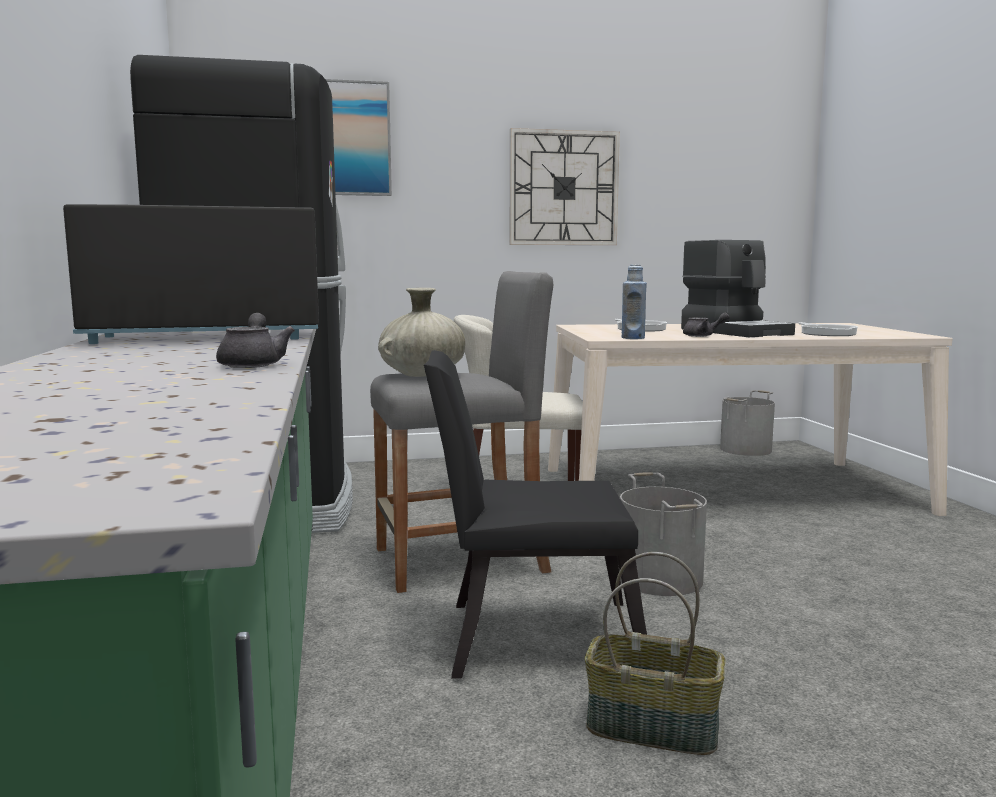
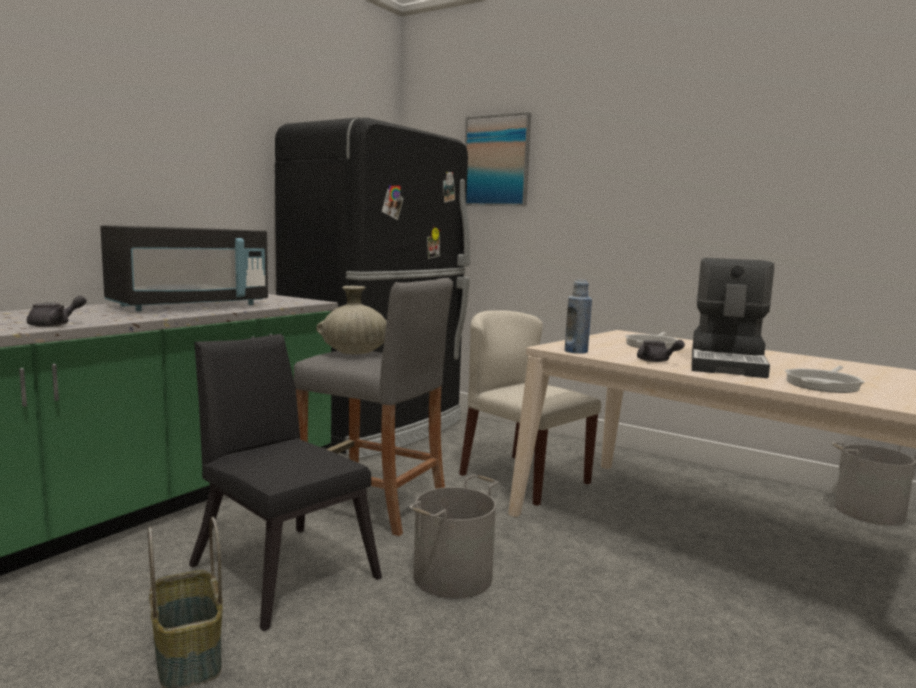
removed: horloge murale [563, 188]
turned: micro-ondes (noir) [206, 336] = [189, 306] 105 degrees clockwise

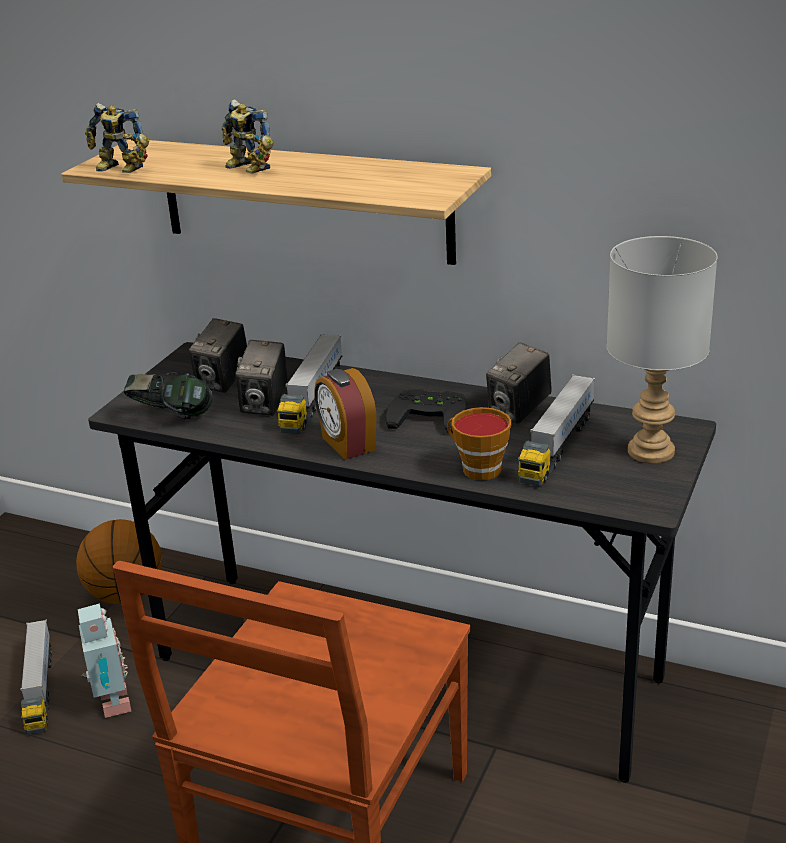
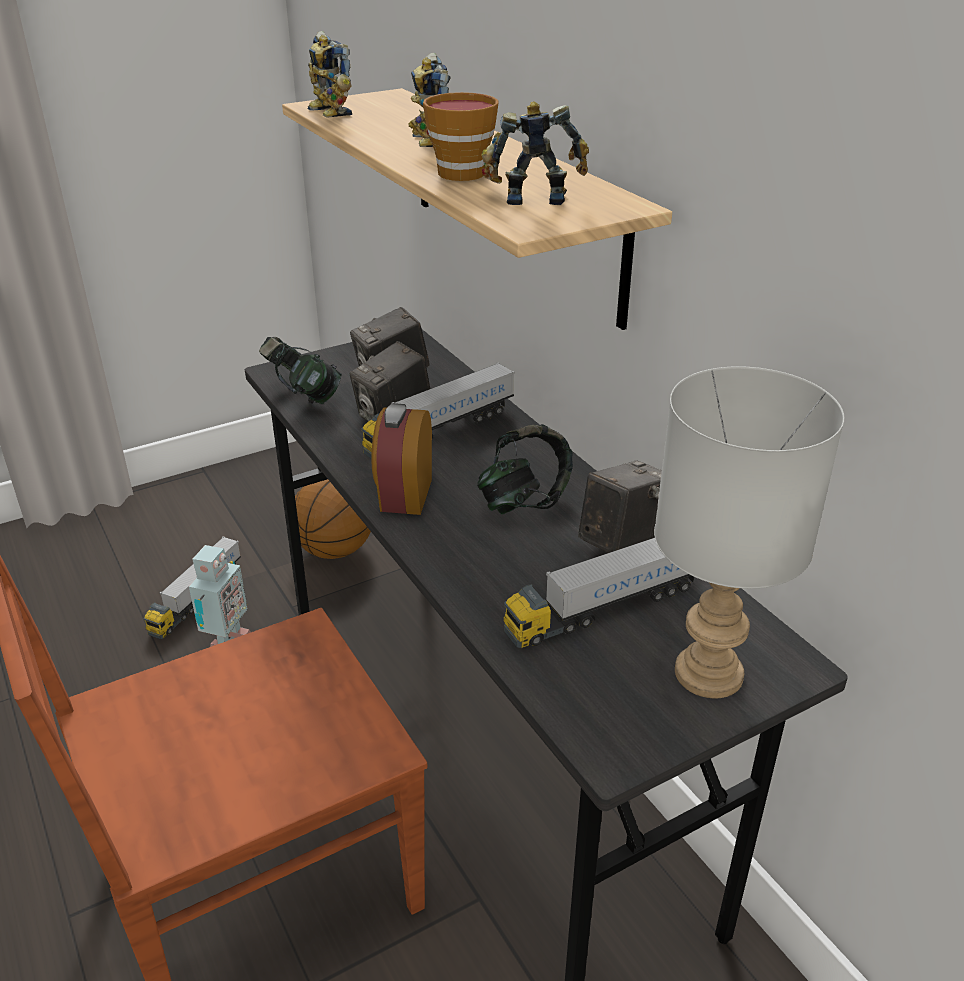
added: robot jouet [533, 197]
moved: tasse [477, 469] to [459, 171]
replaced: manette (noir) [430, 415] to casque audio [524, 501]
turned: appareil photo [519, 411] = [622, 541] 150 degrees clockwise

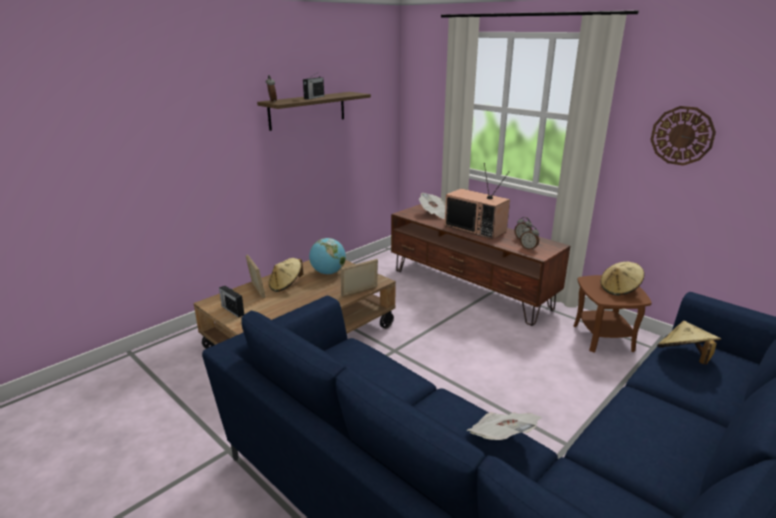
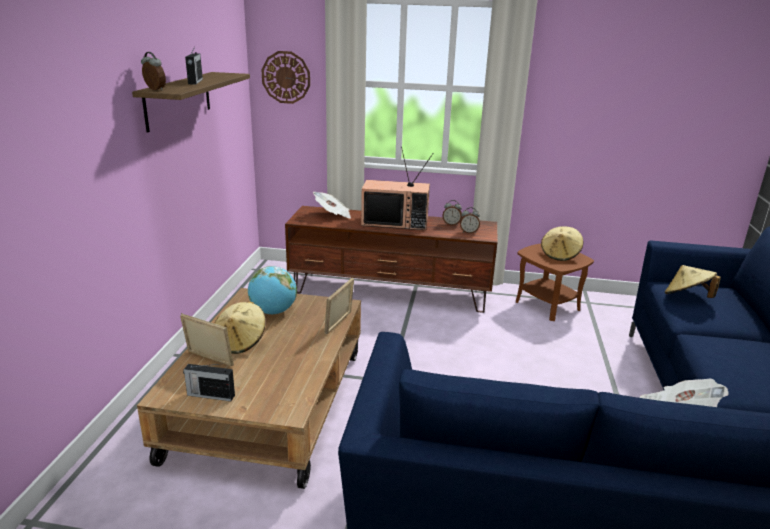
moved: horloge murale [682, 135] to [286, 77]

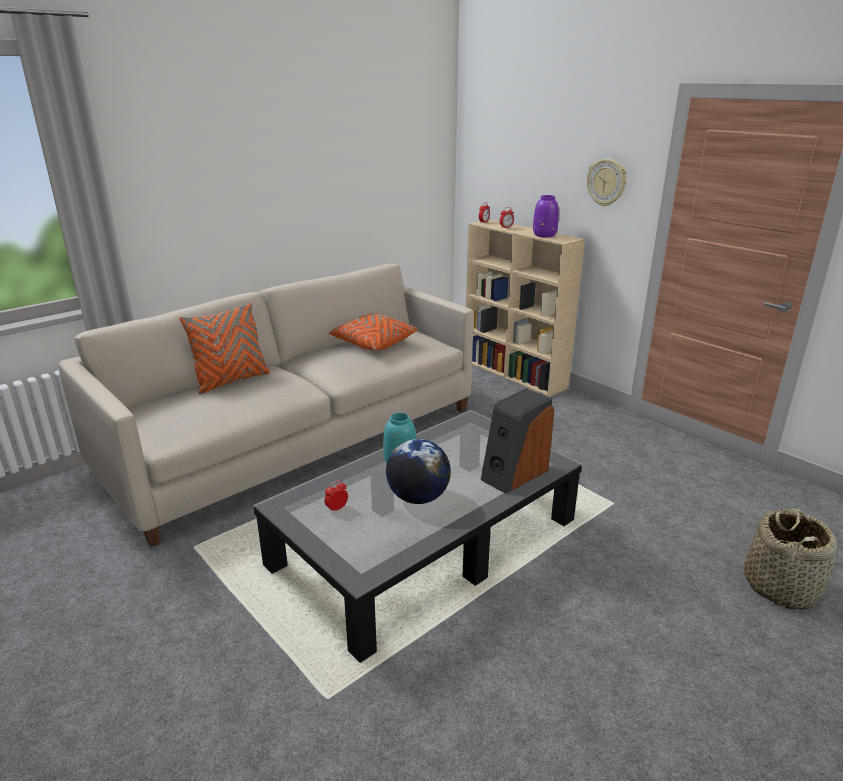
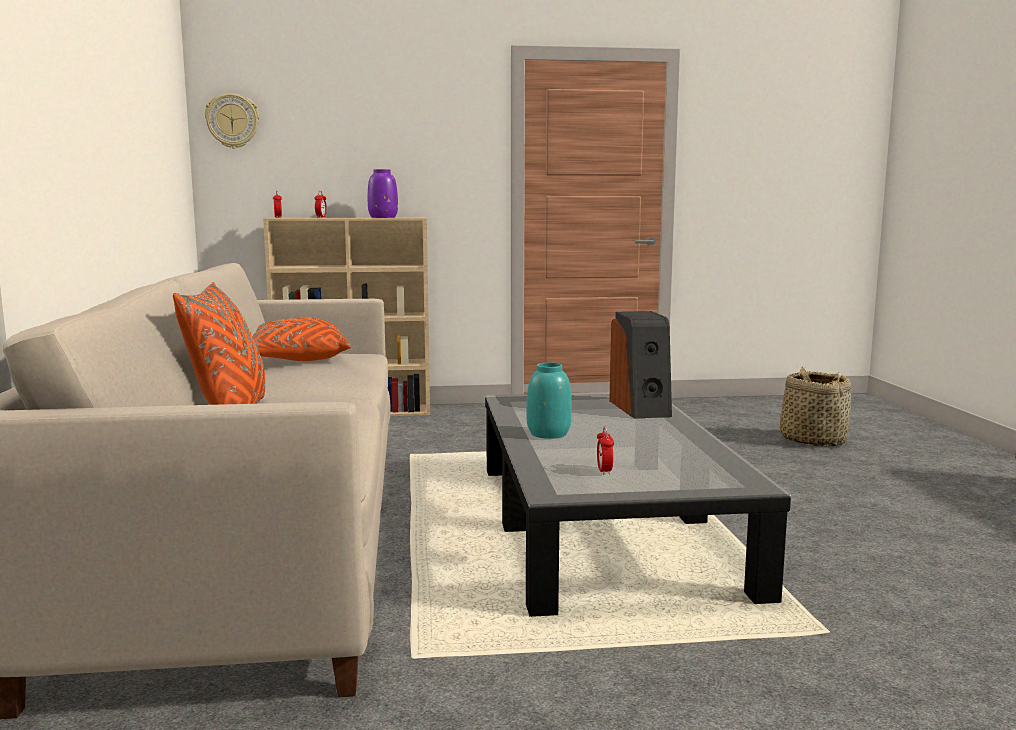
removed: globe [418, 498]
moved: horloge murale [606, 182] to [232, 121]

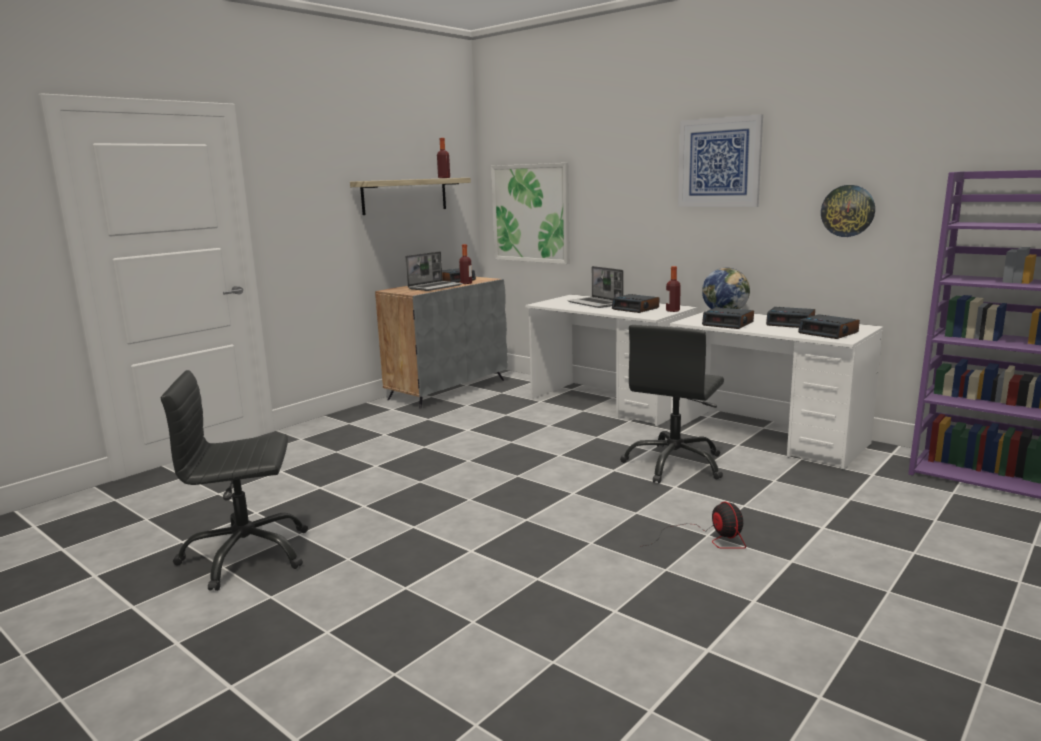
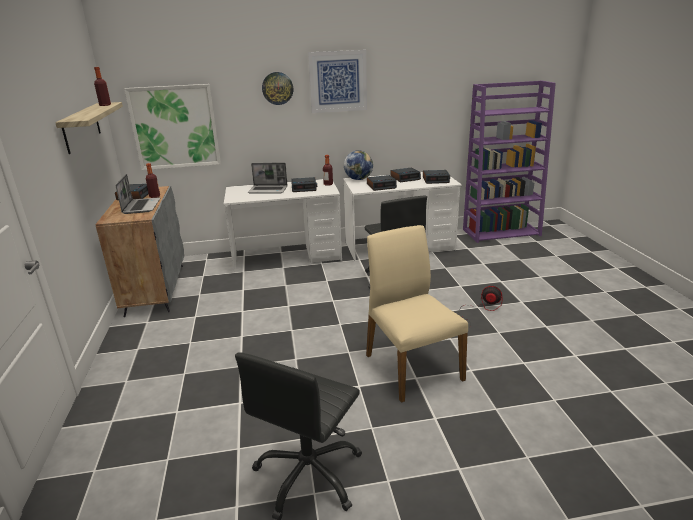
added: chaise (beige) [411, 366]
moved: horloge murale [848, 211] to [277, 88]

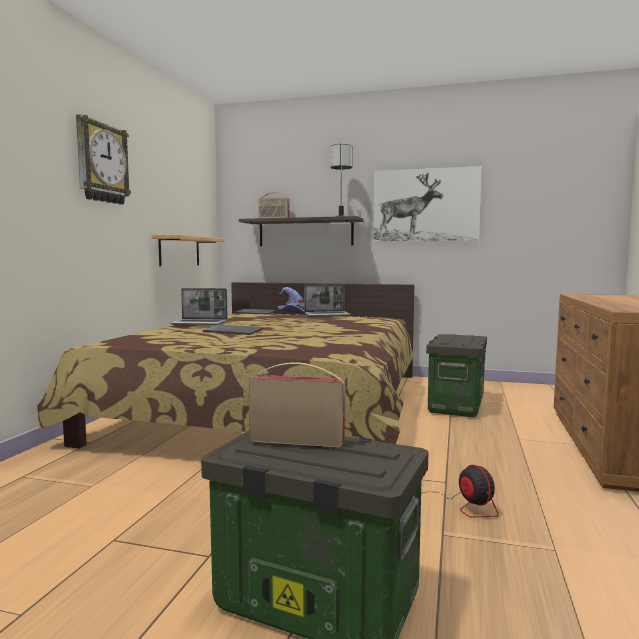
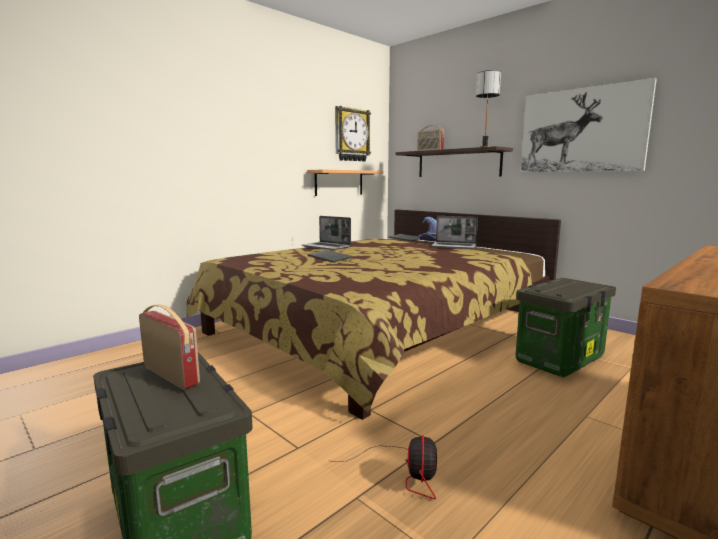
moved: horloge murale [101, 163] to [351, 135]

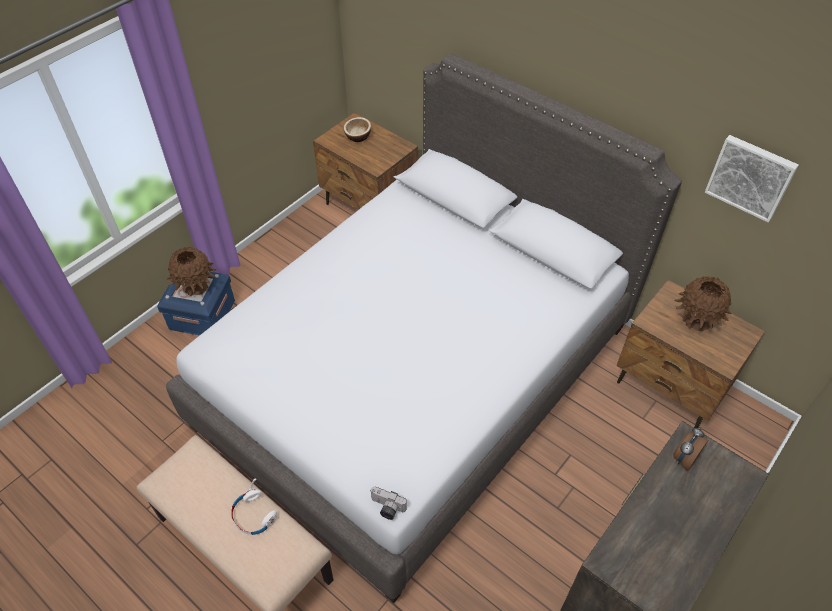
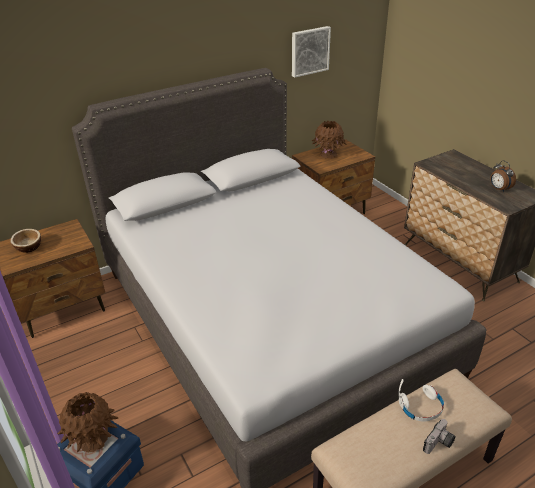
moved: appareil photo [386, 508] to [439, 444]; réveil [684, 458] to [499, 189]

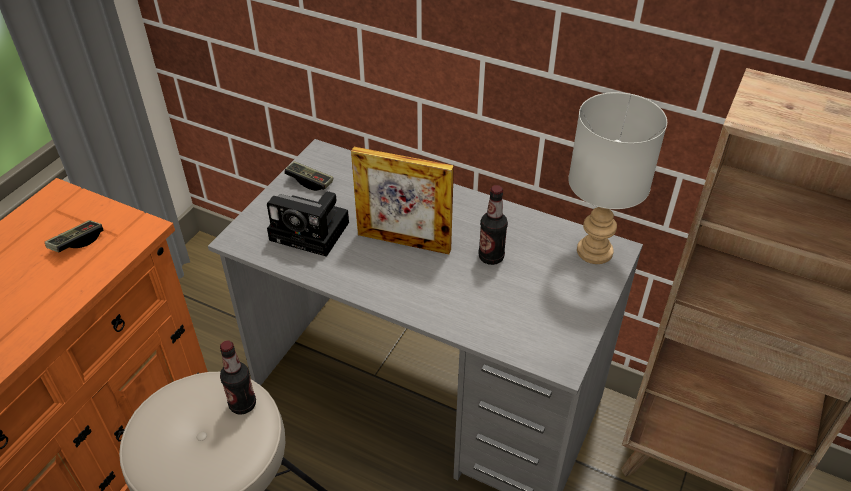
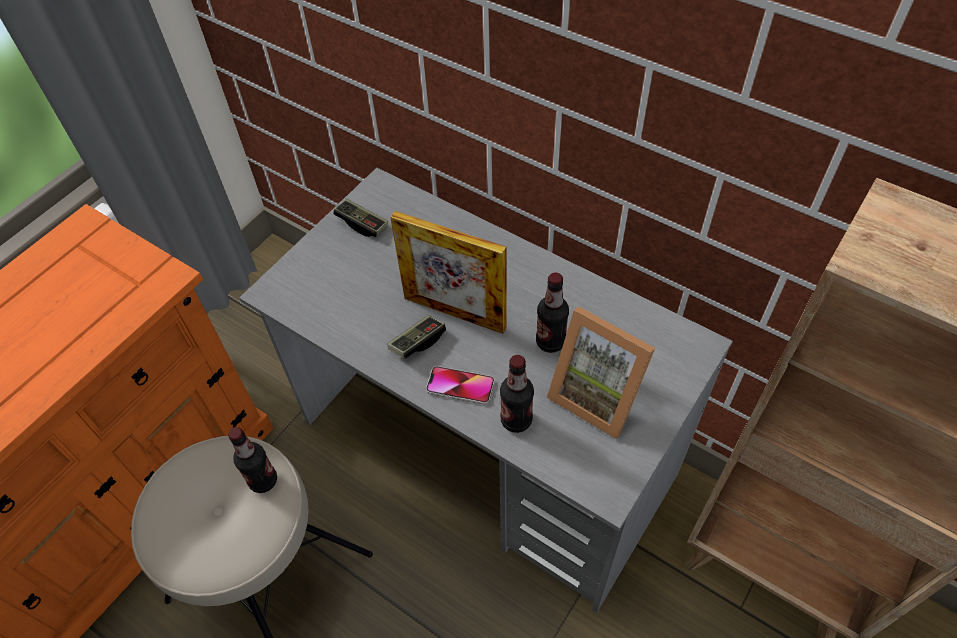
removed: appareil photo [313, 231]; lampe de table (gris) [593, 250]
added: téléphone [460, 386]; bouteille [516, 420]; cadre photo [598, 394]
moved: manette [77, 243] to [417, 342]

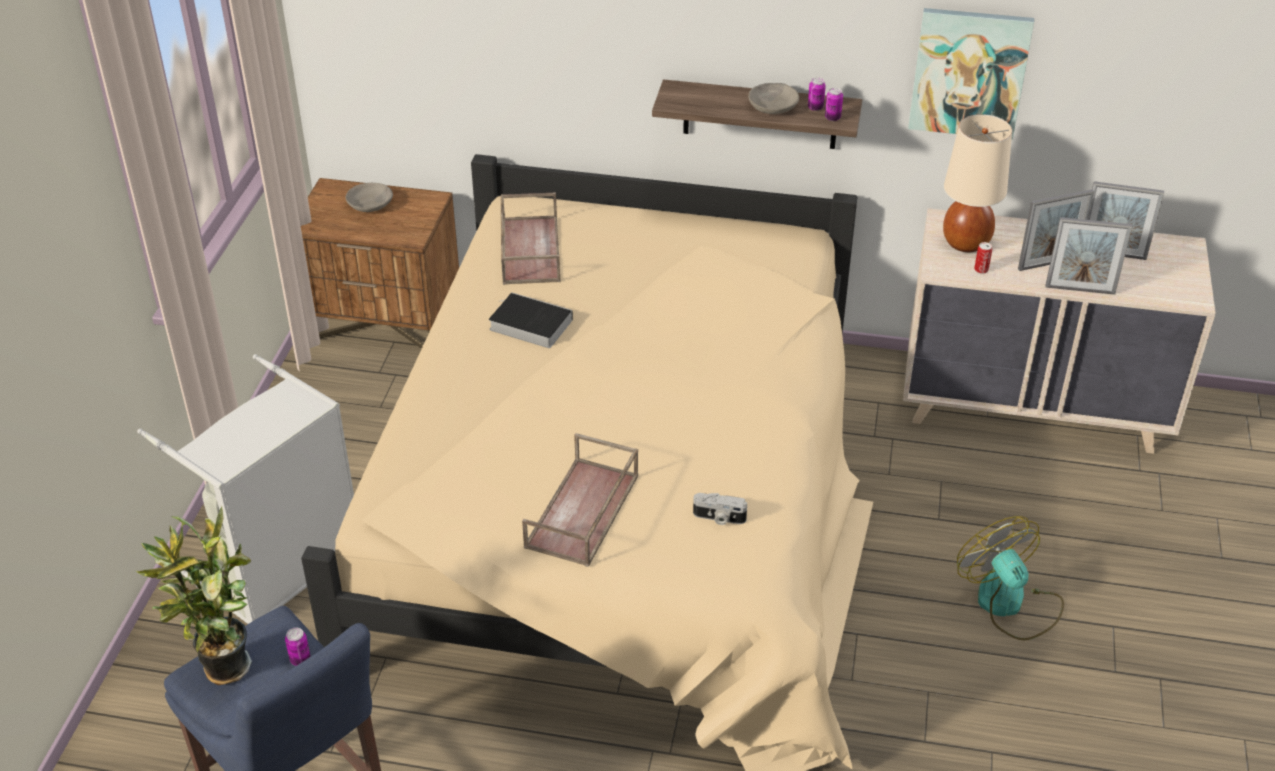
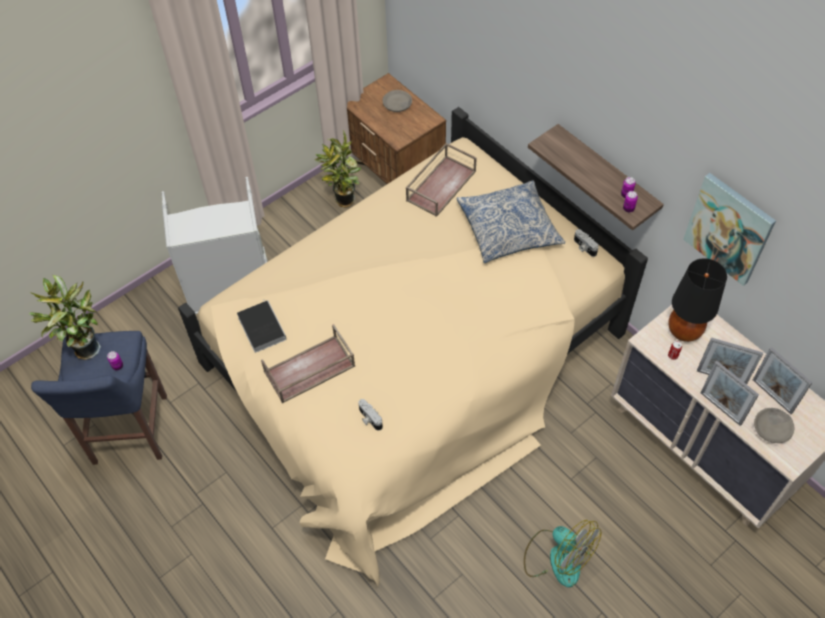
added: plante en pot [343, 202]; coussin [508, 228]; appareil photo [584, 247]
moved: livre [528, 324] to [261, 327]; bol (gris) [773, 105] to [772, 428]
recoloured: lampe de table (beige) [966, 243] to lampe de table (noir) [684, 331]
turned: ventilateur [1009, 604] = [557, 557] 120 degrees clockwise

